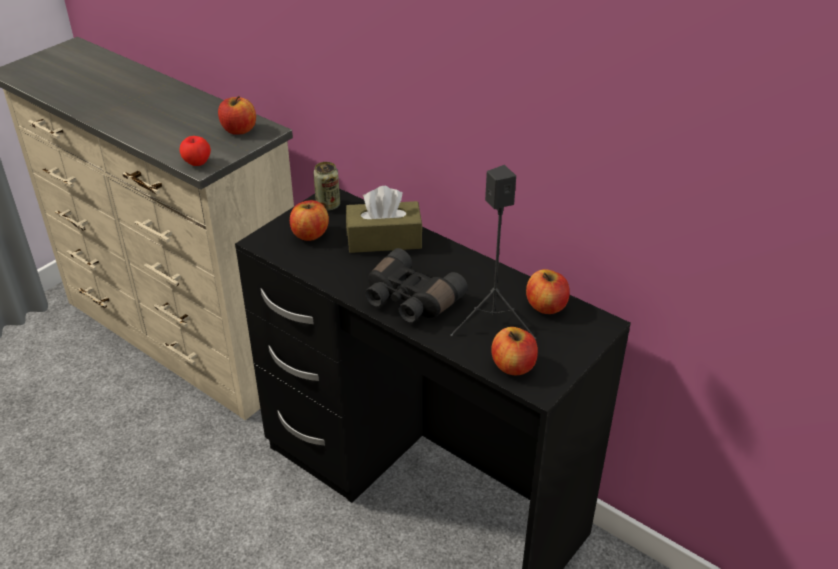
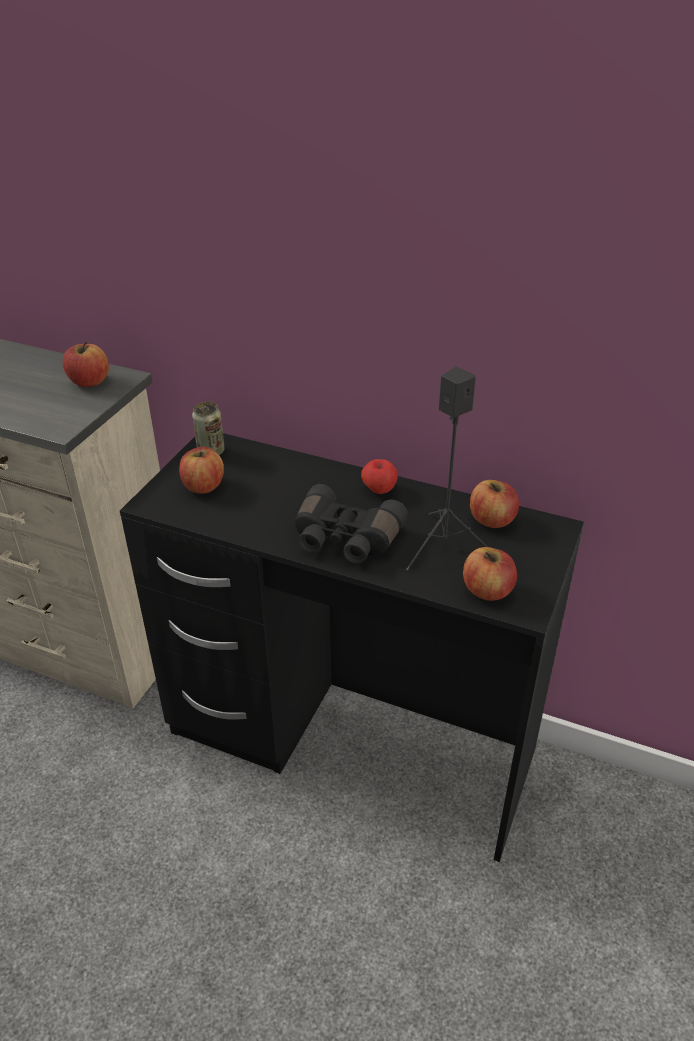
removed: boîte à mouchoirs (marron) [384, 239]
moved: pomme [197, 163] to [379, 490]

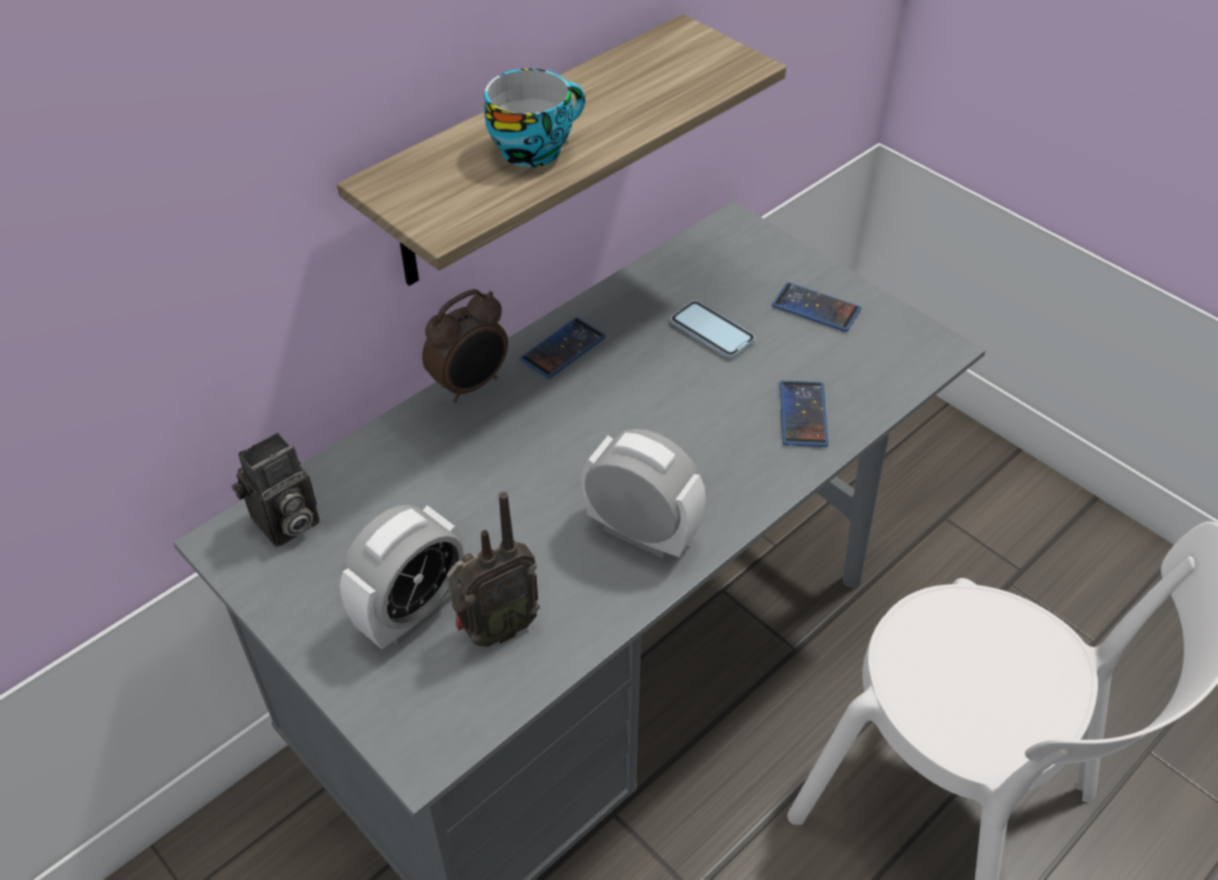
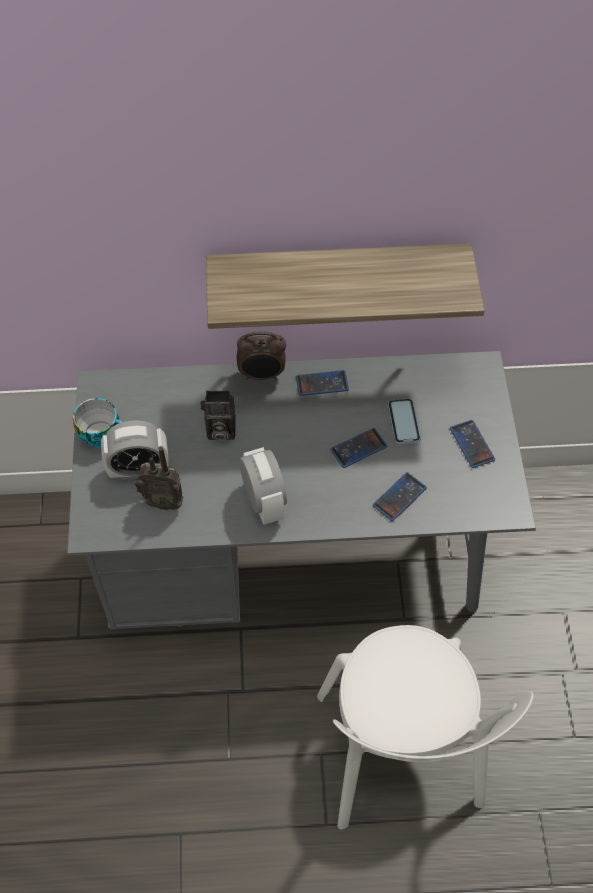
added: téléphone [358, 448]
moved: appareil photo [285, 525] to [219, 430]; tasse [534, 148] to [102, 434]

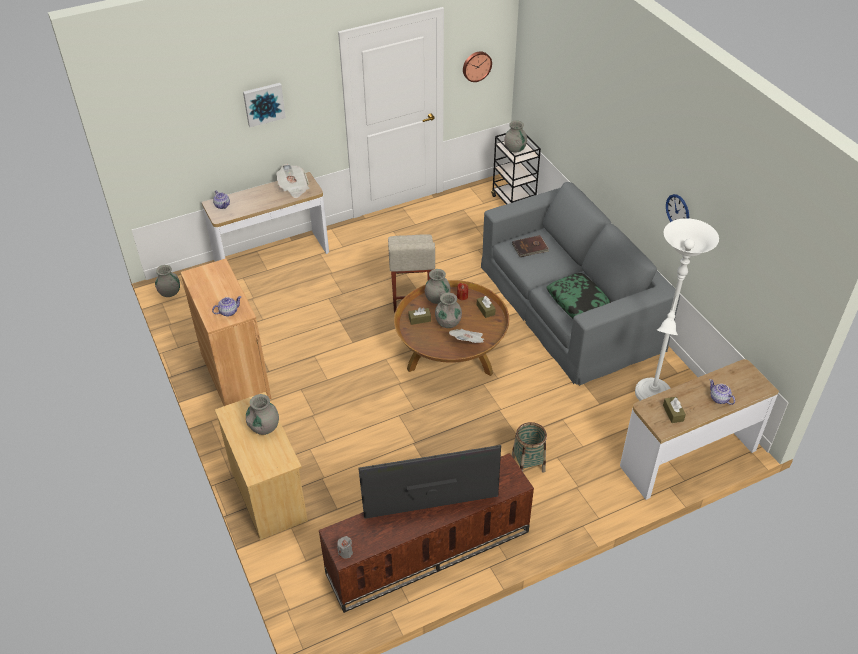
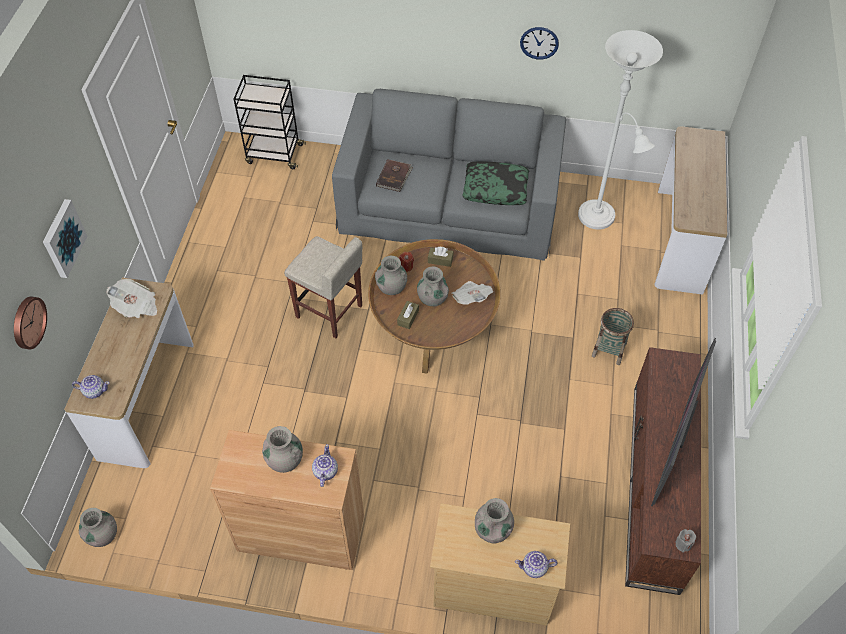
removed: boîte à mouchoirs (marron) [673, 413]
moved: horloge murale [476, 66] to [27, 322]; vase (gris) [515, 149] to [285, 460]; théière [719, 399] to [535, 568]

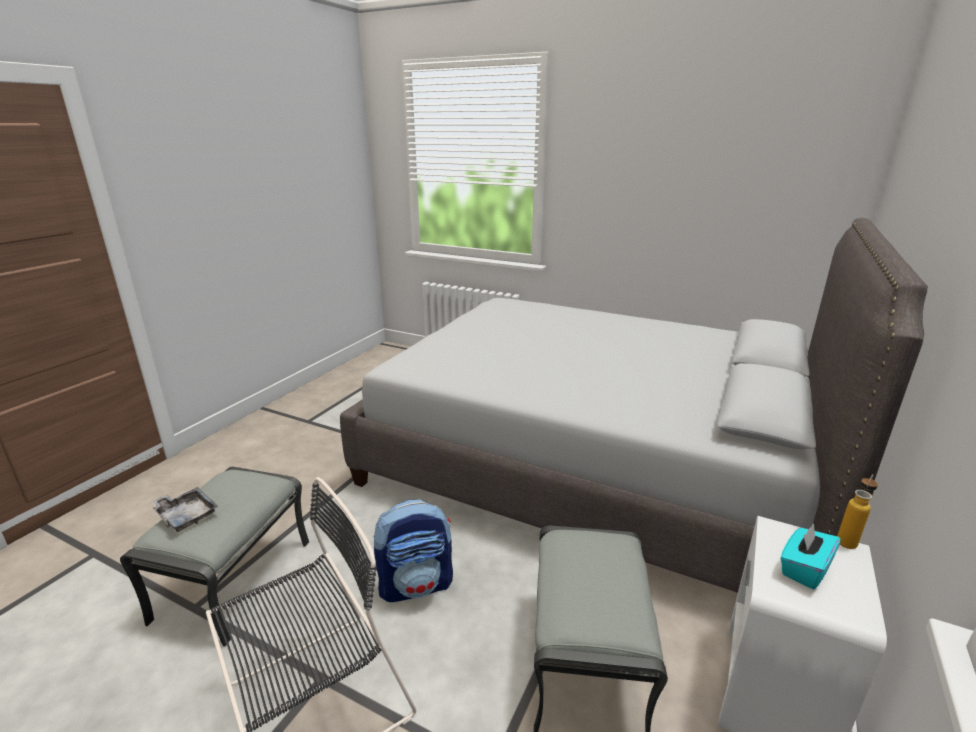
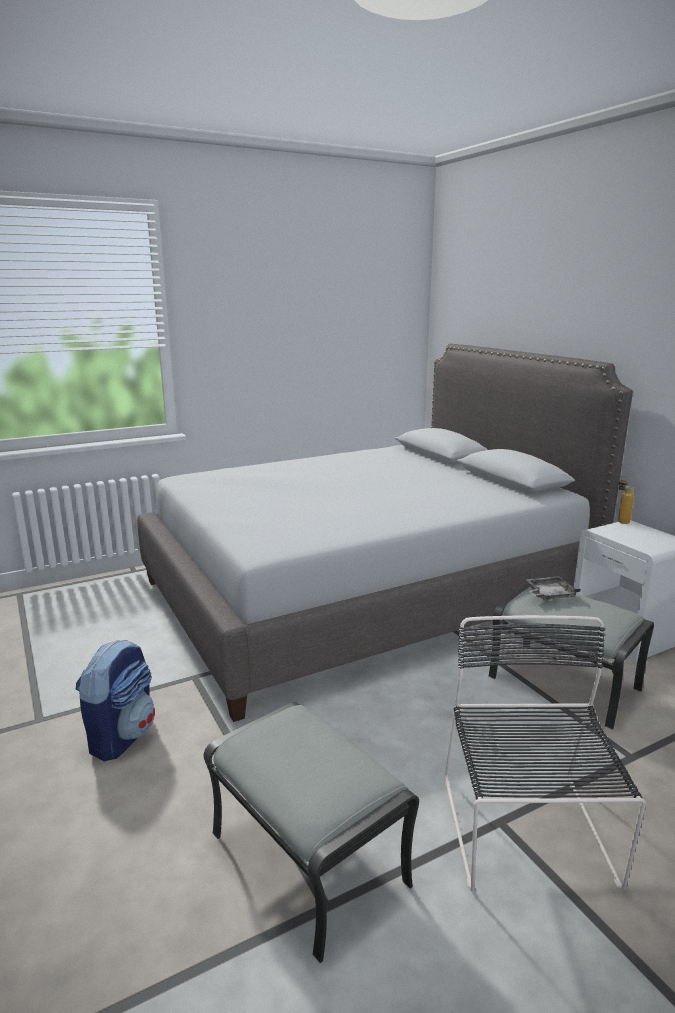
removed: boîte à mouchoirs (turquoise) [804, 569]
moved: plateau (gris) [186, 515] to [549, 595]; sac à dos [416, 585] to [122, 736]

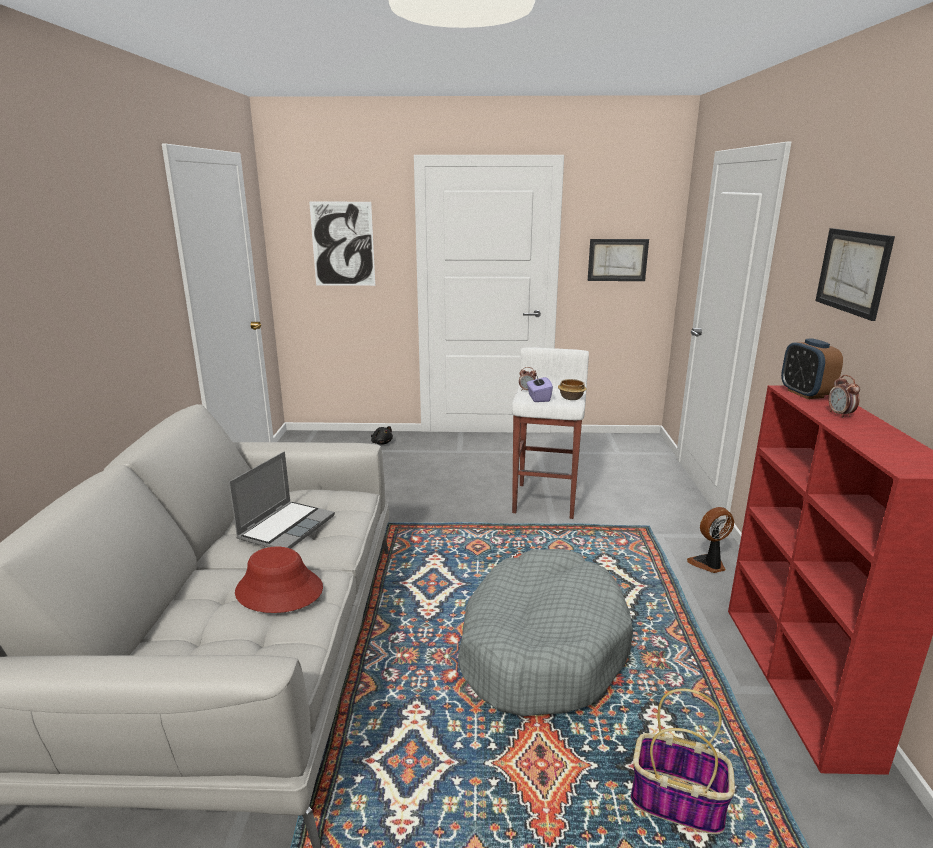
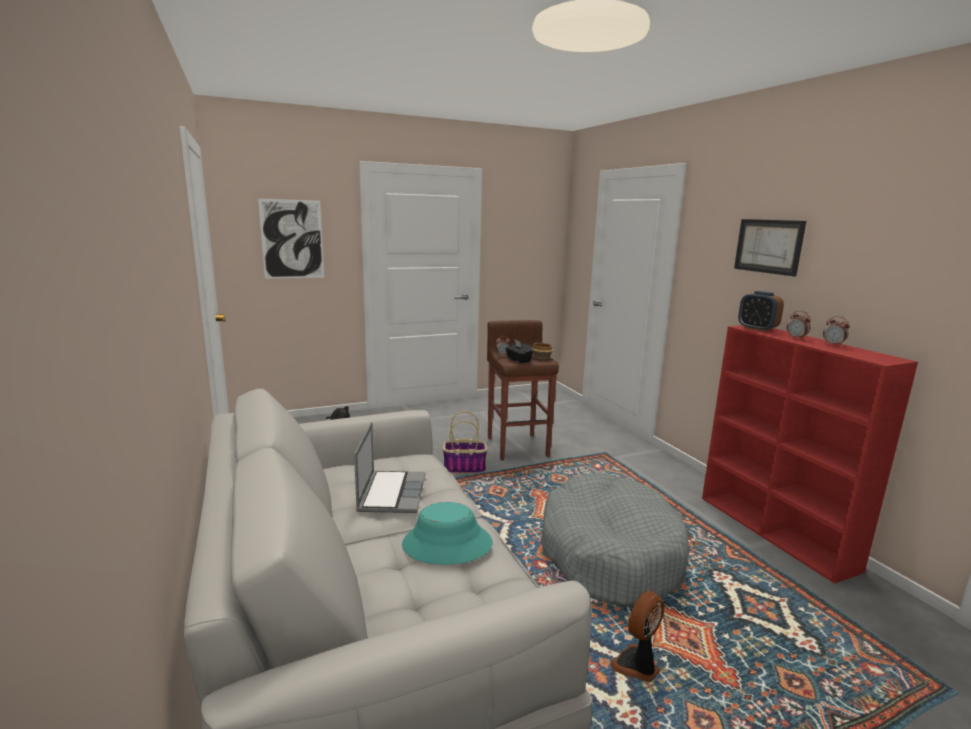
removed: tableau [617, 260]
added: réveil [833, 344]
moved: panier [678, 802] to [465, 468]; ventilateur [709, 564] to [637, 666]
recoloured: chapeau (rouge) [278, 590] to chapeau (turquoise) [447, 544]; tabouret (blanc) [546, 500] to tabouret (marron) [518, 446]; boîte à mouchoirs (violet) [538, 398] to boîte à mouchoirs (noir) [518, 360]

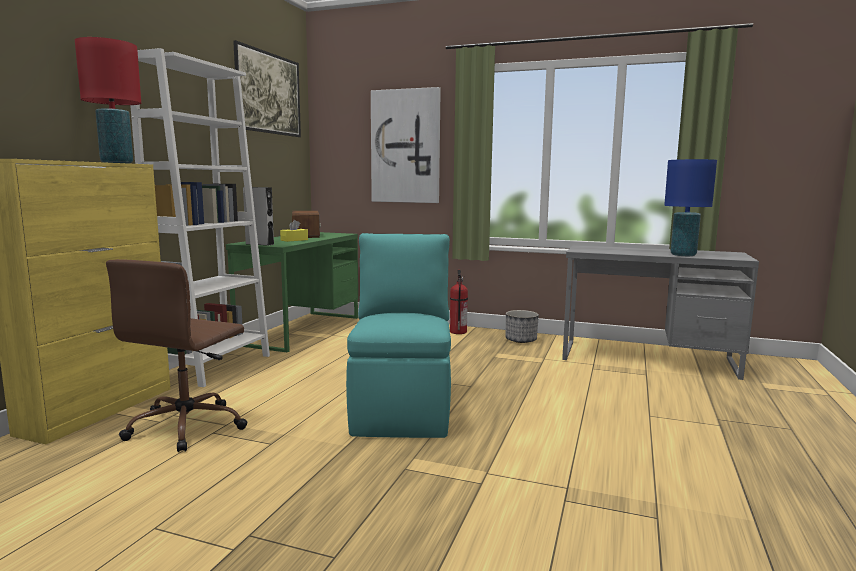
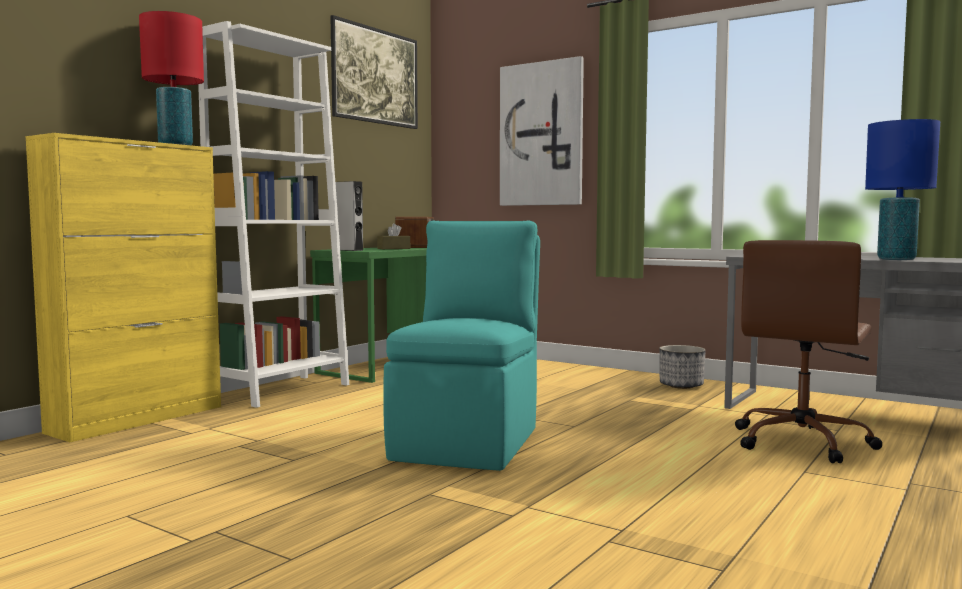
removed: extincteur [457, 331]
moved: chaise de bureau (marron) [188, 426] to [802, 442]
recoloured: boîte à mouchoirs (jaune) [294, 240] to boîte à mouchoirs (marron) [393, 248]

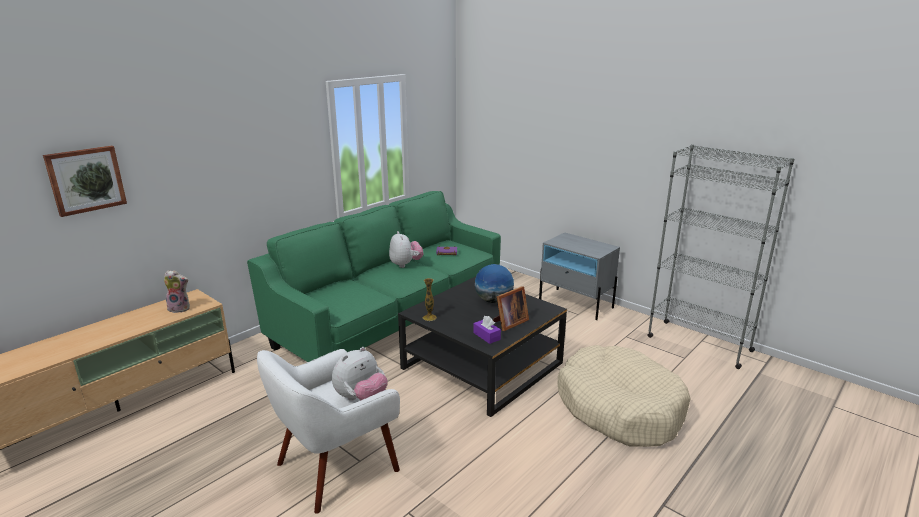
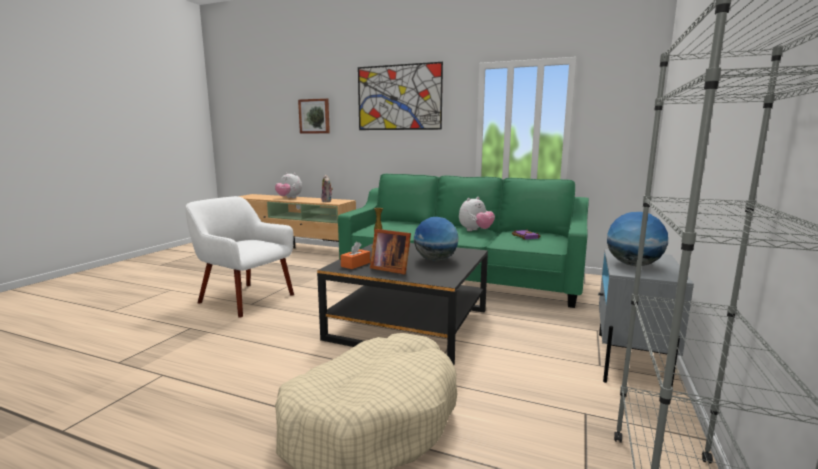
added: tableau [399, 97]; globe [633, 265]
moved: peluche [361, 398] to [289, 198]
recoloured: boîte à mouchoirs (violet) [486, 336] to boîte à mouchoirs (orange) [355, 264]

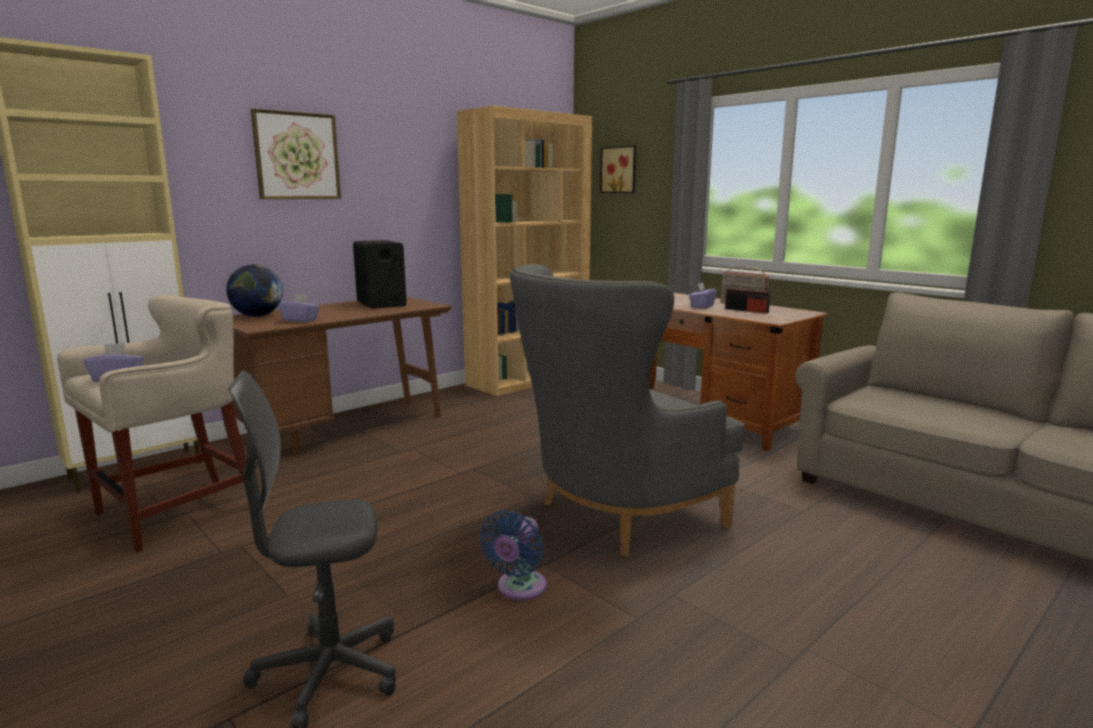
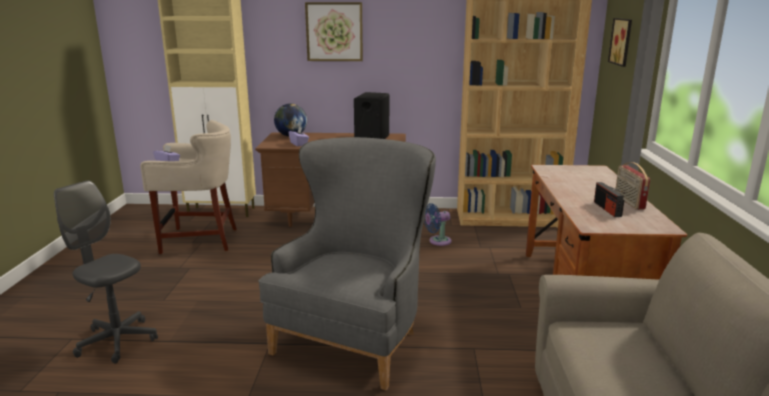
removed: boîte à mouchoirs (violet) [702, 306]
moved: ventilateur (bleu) [519, 589] to [437, 241]
turned: fauteuil (gris) [612, 516] = [356, 337] 105 degrees clockwise

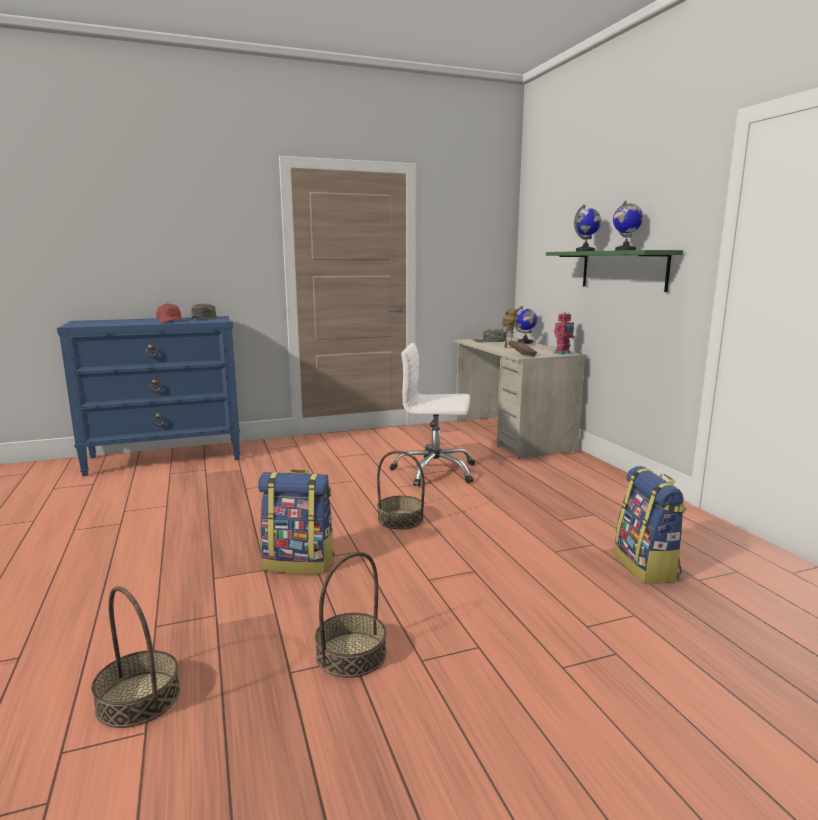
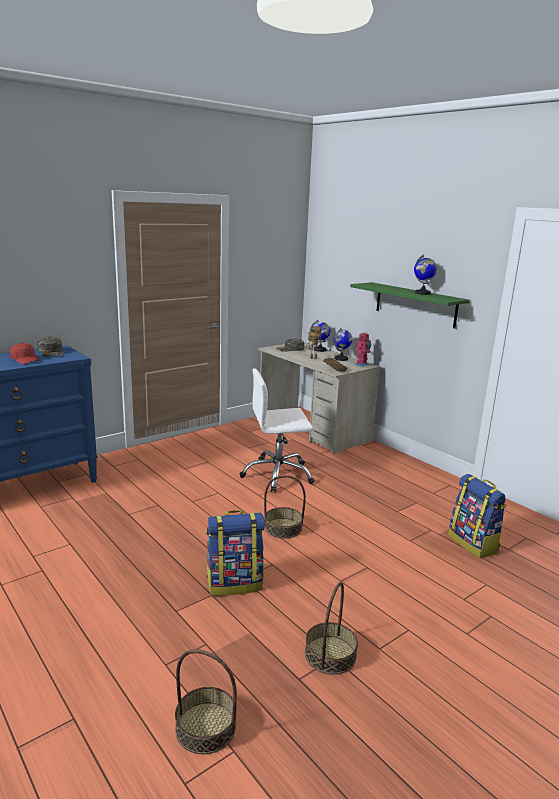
moved: globe [585, 251] to [341, 359]

